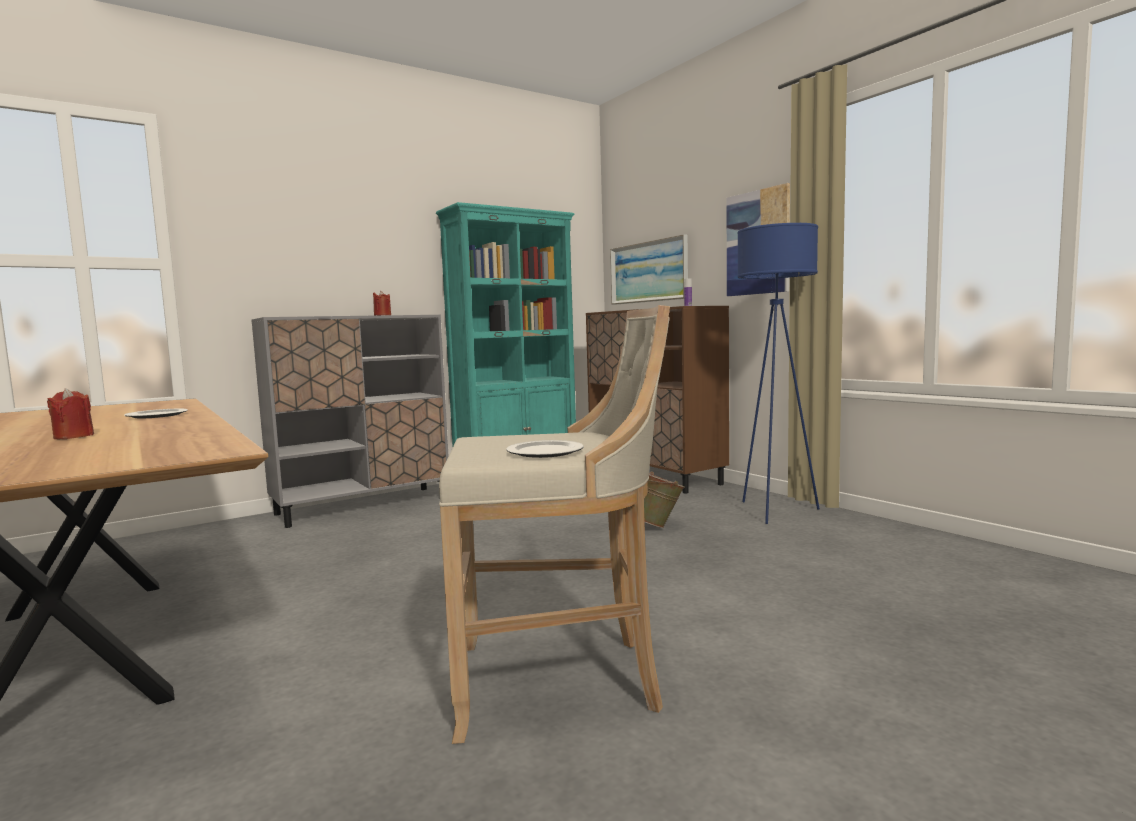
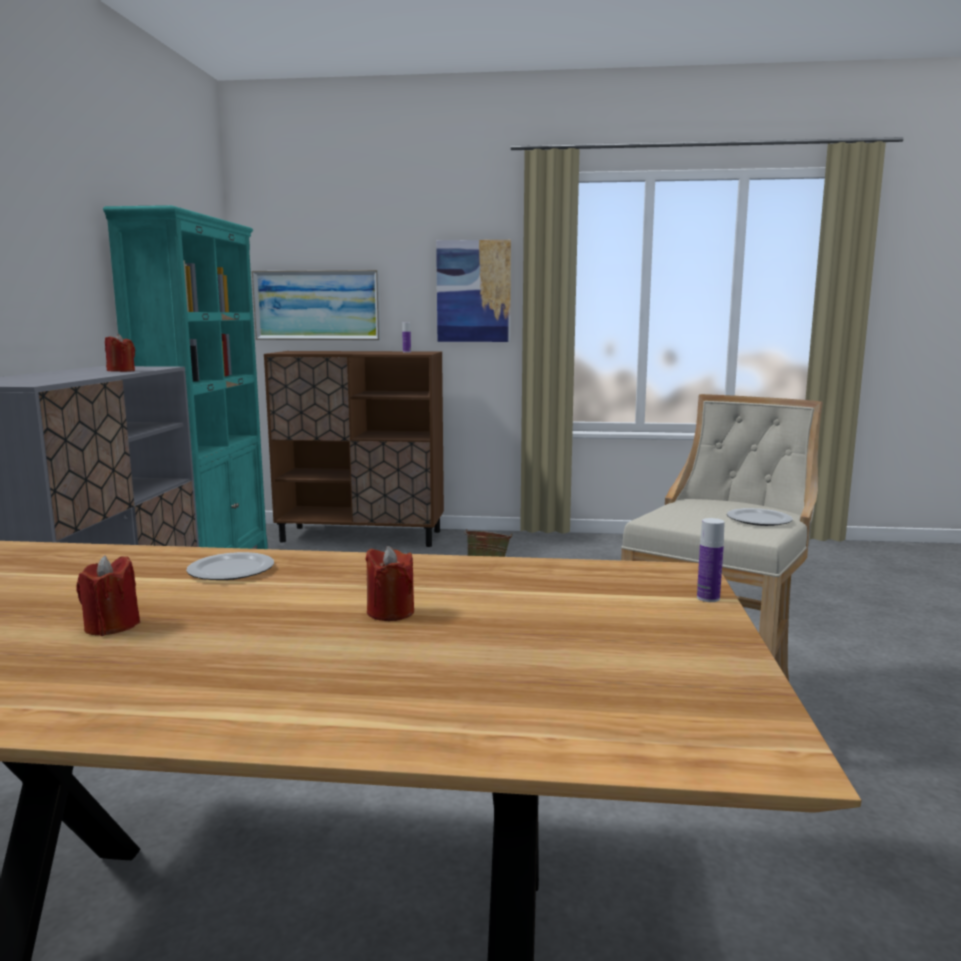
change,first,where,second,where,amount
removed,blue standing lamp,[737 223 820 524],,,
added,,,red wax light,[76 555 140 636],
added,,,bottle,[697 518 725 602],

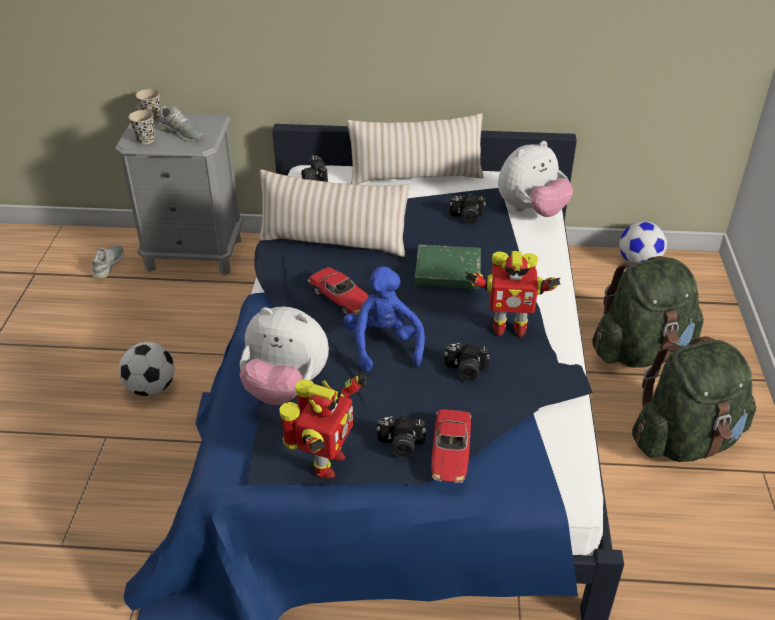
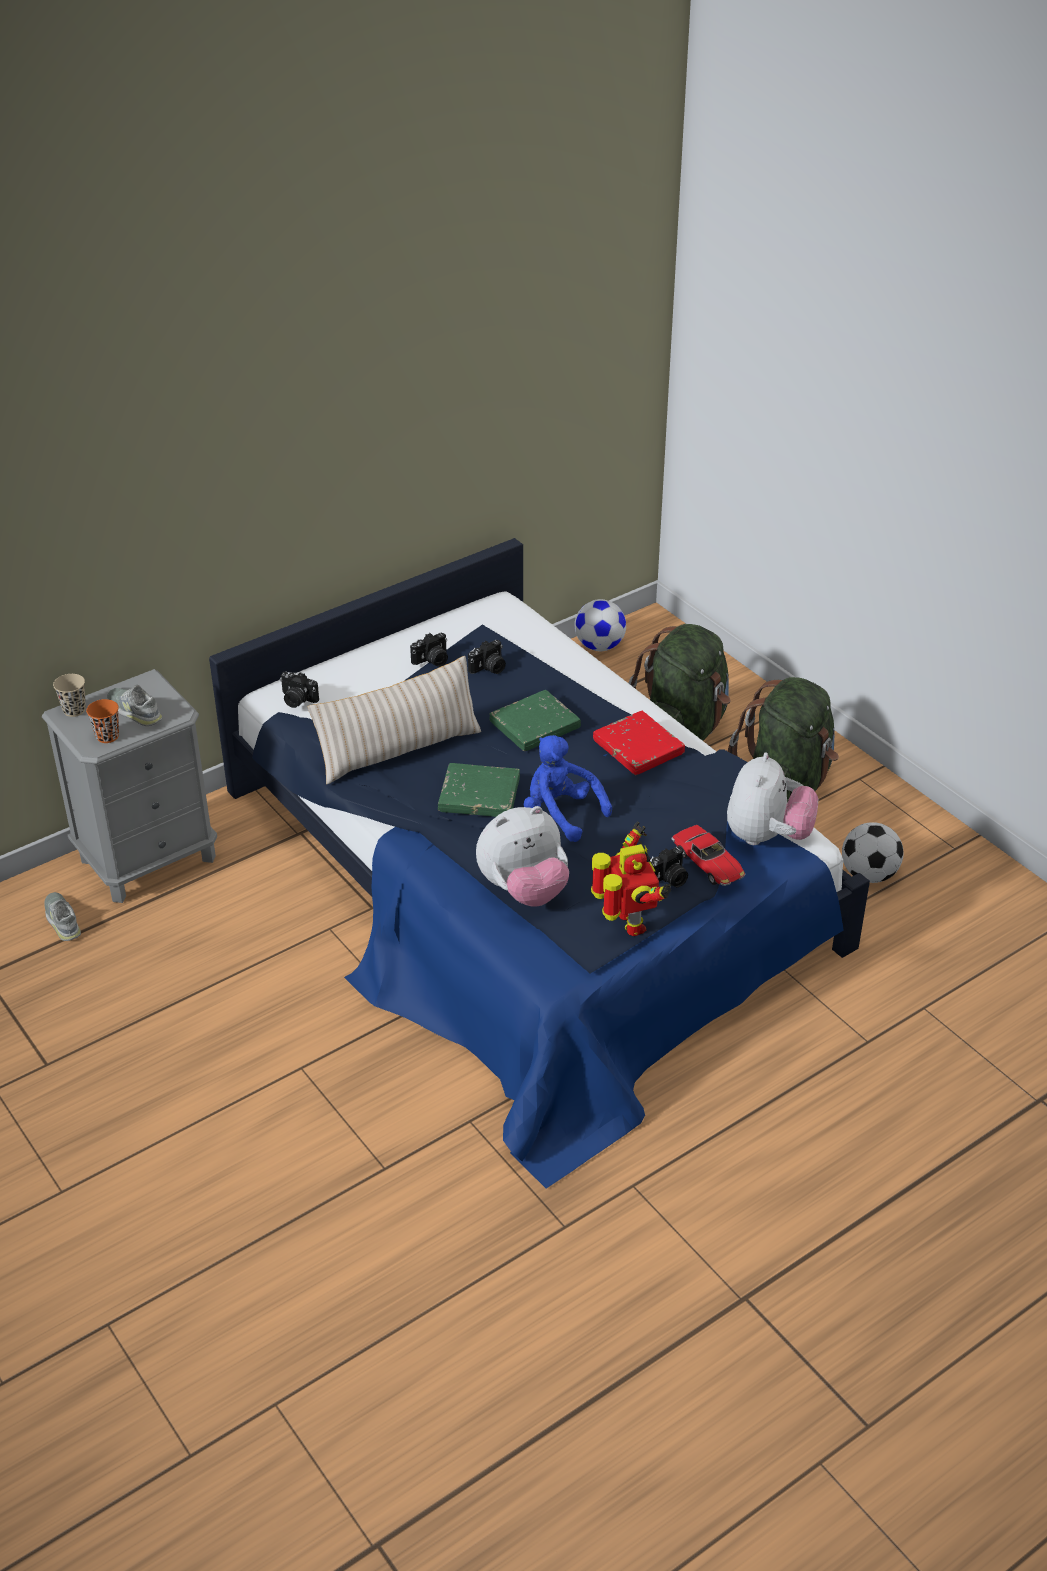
change,first,where,second,where,amount
removed,sand-coloured pillow,[347 113 484 184],,,
moved,football ball,[119 342 175 396],,[842 822 903 883],
moved,still camera,[444 342 490 381],,[410 633 448 667],
moved,soft toy,[498 141 573 217],,[727 752 818 845],
replaced,toy car,[308 267 369 315],greenish volume,[438 763 520 817],
replaced,toy robot,[465 251 561 337],red volume,[593 711 685 776],
recoloured,sand-coloured cup,[128 110 155 145],orange-coloured cup,[86 699 119 743],
turned,greyish shoe,[159 106 203 141],,[107 685 162 726],135 degrees counterclockwise

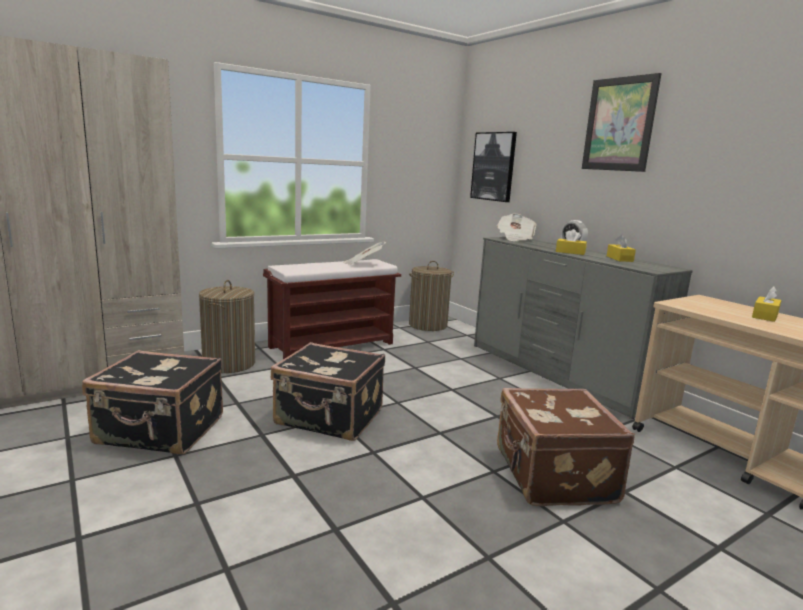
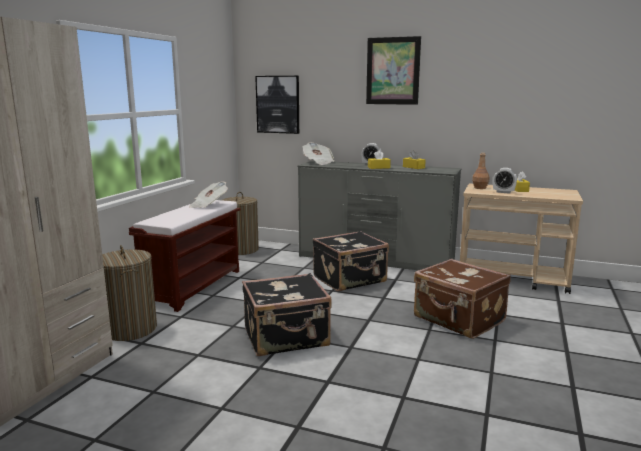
change,first,where,second,where,amount
added,,,brown bottle,[472 153 489 189],
added,,,bedside clock,[493 168 517 194],
moved,blackish piece of luggage,[82 350 223 454],,[313 231 389 291],

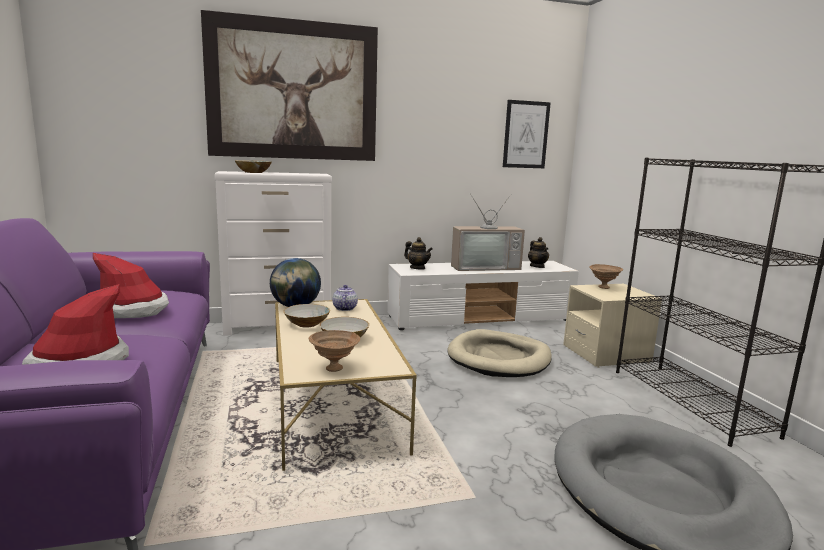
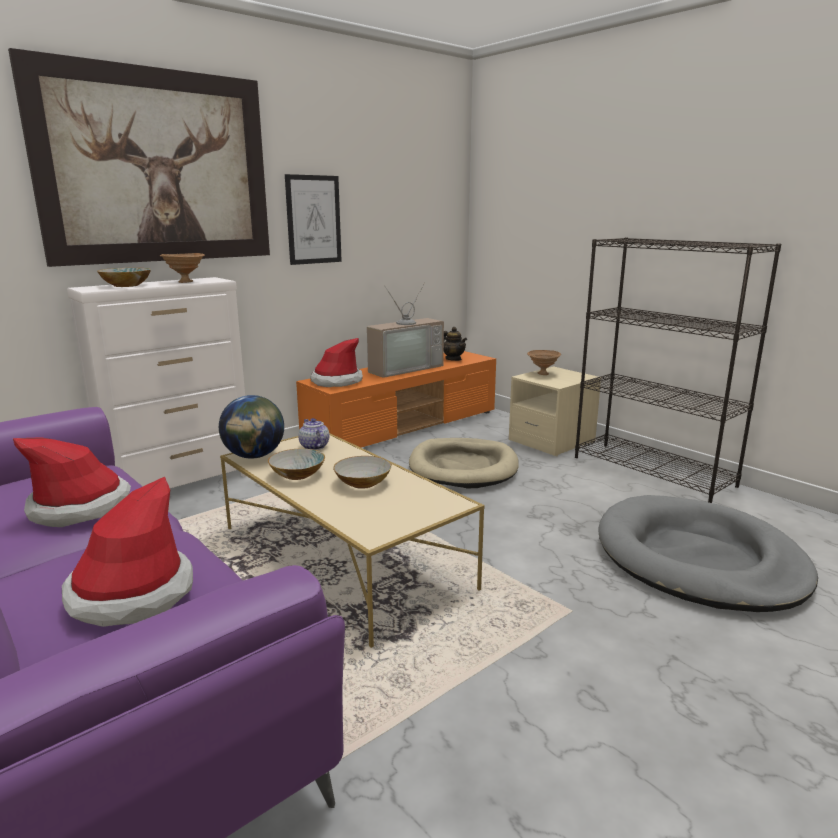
change,first,where,second,where,amount
moved,brown deep dish,[309 330 360 372],,[160 253 205 283],
moved,wall picture,[503 100 551 168],,[285 174 342 265],
replaced,pot for tea,[404 237 433 270],clothing hat,[311 338 363 387],
recoloured,white tv unit,[387 261 579 330],orange-coloured tv unit,[296 351 496 448],

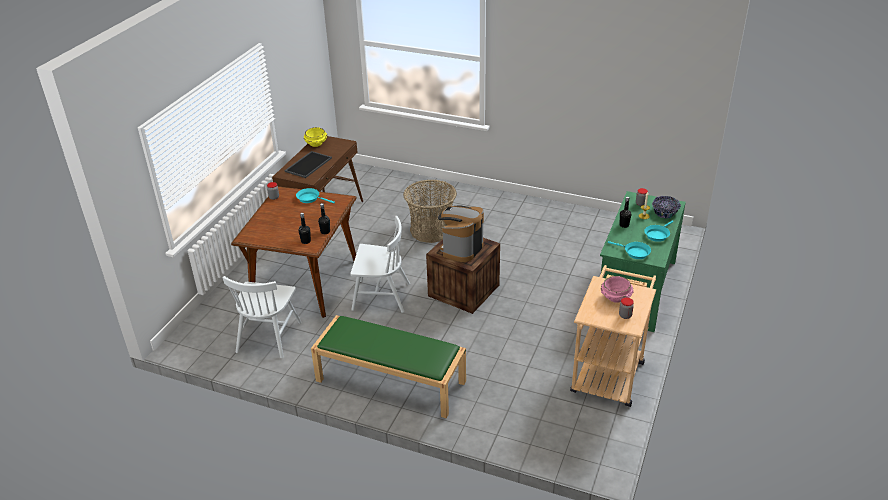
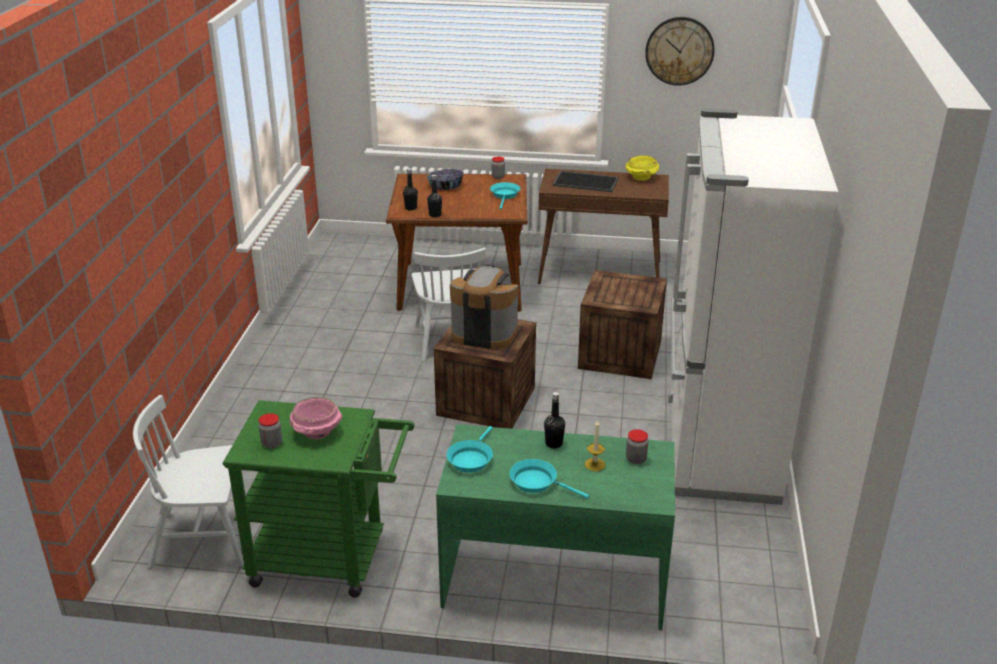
change,first,where,second,where,amount
removed,greenish bench,[311 315 466 418],,,
added,,,clock on the wall,[645 17 715 85],
added,,,white fridge,[668 108 838 505],
moved,white plain chair,[223 276 302 358],,[133 395 247 569],
moved,deep dish,[652 196 681 219],,[426 169 464 190],
replaced,household basket,[403 180 457 243],shipping crate,[578 270 667 379],
recoloured,sand-coloured wheeled cart,[570 265 656 407],greenish wheeled cart,[223 400 415 598],

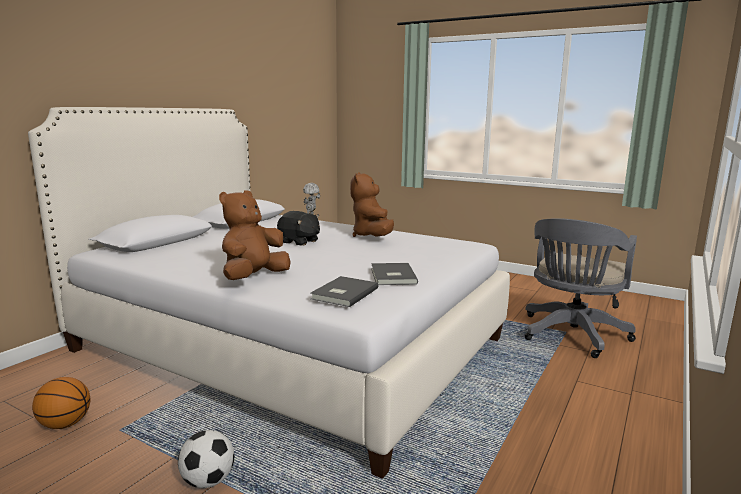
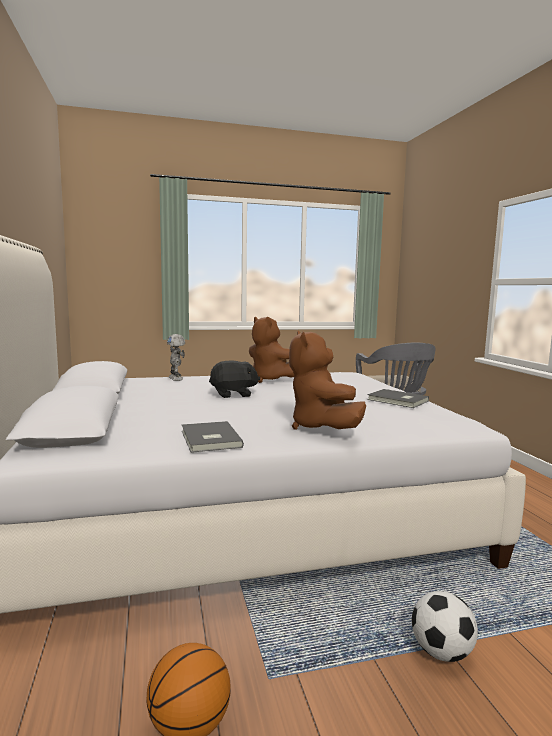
change,first,where,second,where,amount
moved,greyish volume,[310 276 378 307],,[182 421 244 453],

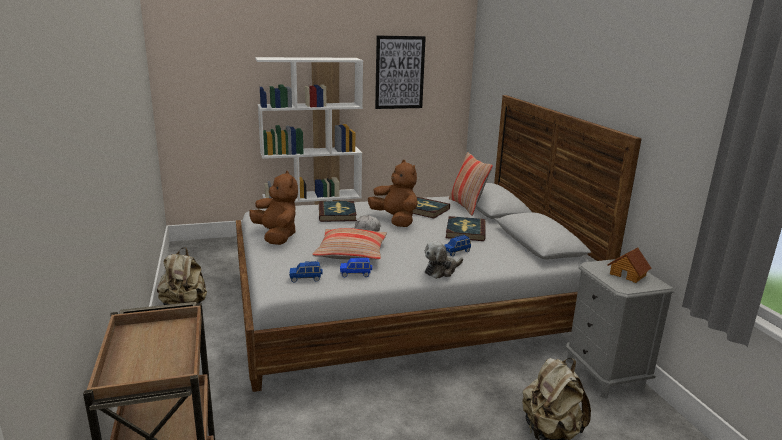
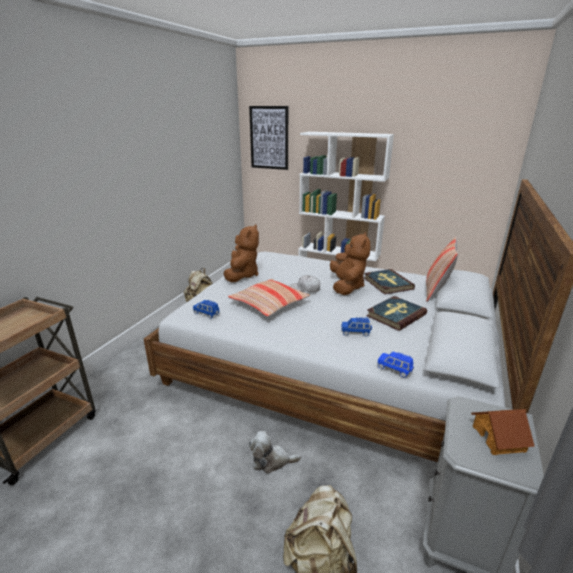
change,first,where,second,where,amount
removed,volume,[319 201 357 222],,,
moved,blue toy car,[340 257 372 277],,[377 352 414 378],
moved,wall picture,[375 36 426 109],,[249 106 288 170],
moved,soft toy,[425 241 463 279],,[249 431 301 474],

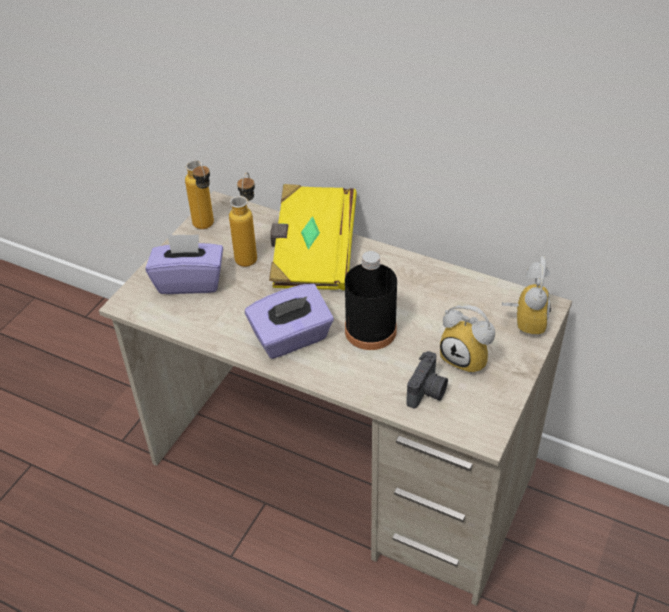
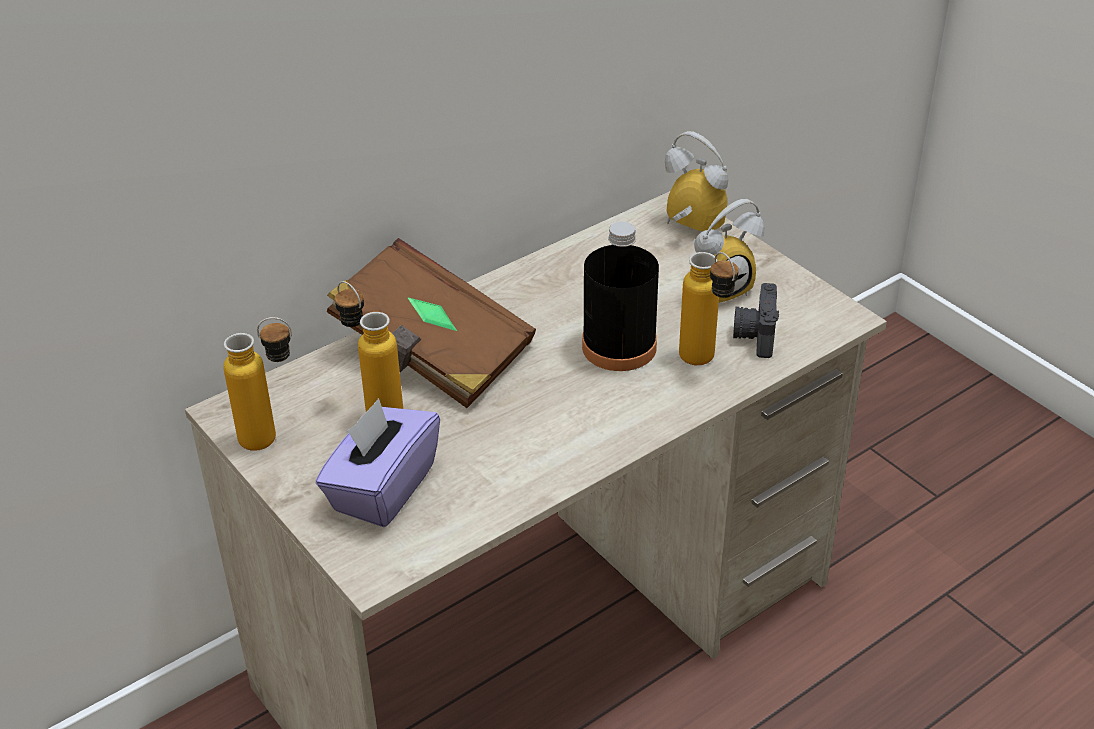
change,first,where,second,where,amount
removed,purplish tissue holder,[245 284 334 359],,,
added,,,bottle,[679 252 739 365],
recoloured,yellow-coloured volume,[269 184 357 290],brown volume,[327 238 536 408],
turned,still camera,[406 351 448 409],,[733 283 779 358],135 degrees counterclockwise

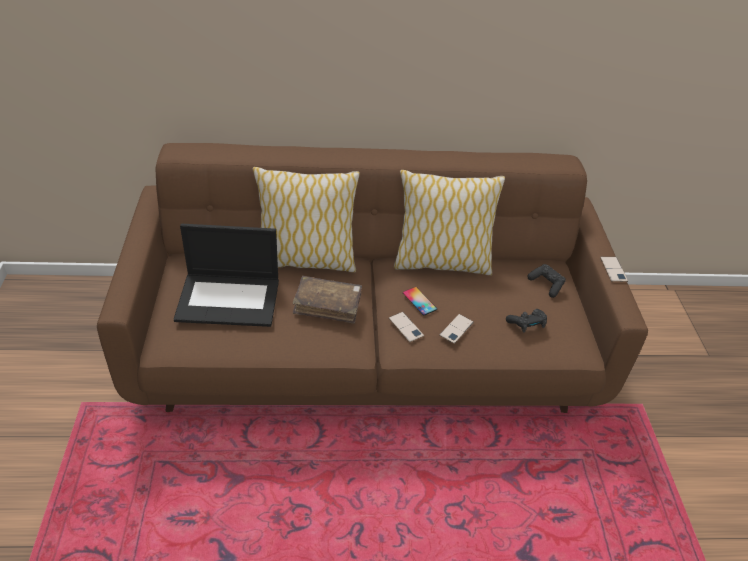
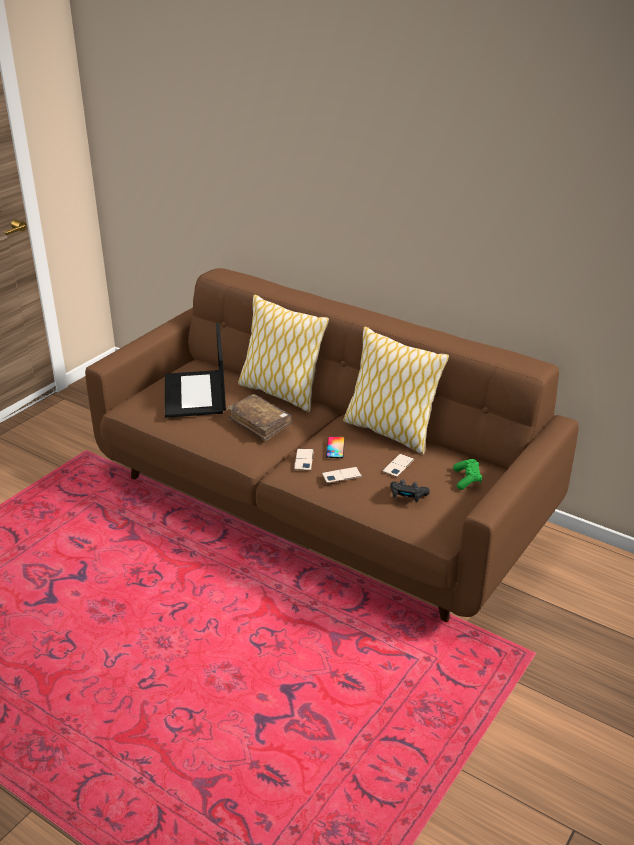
change,first,where,second,where,amount
moved,phone,[600 257 628 282],,[382 454 414 477],
recoloured,blackish game controller,[527 264 566 298],greenish game controller,[453 459 482 490],
turned,notebook computer,[174 224 279 327],,[165 323 226 418],45 degrees clockwise

